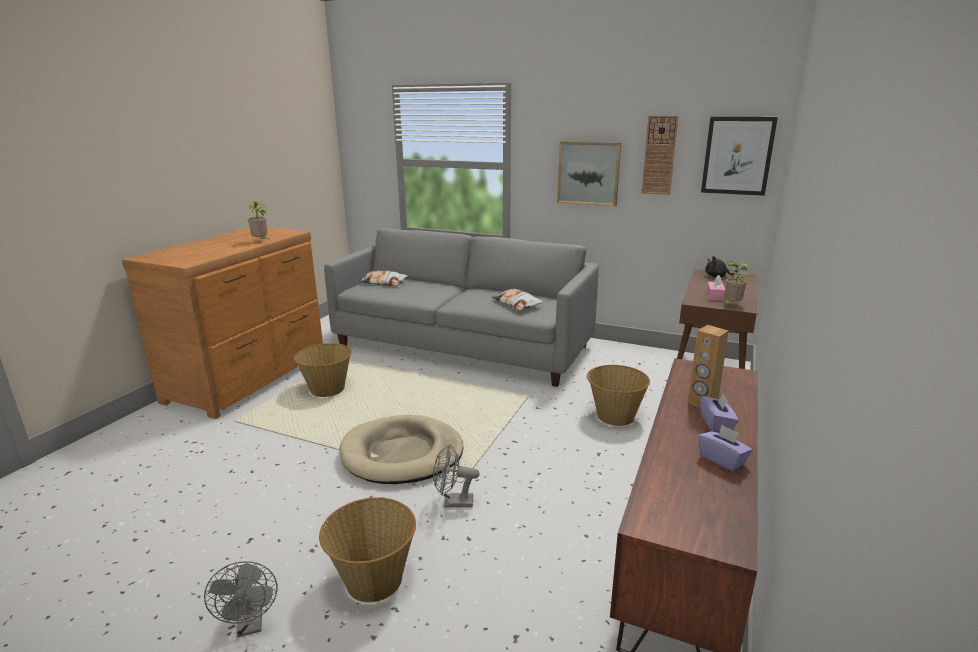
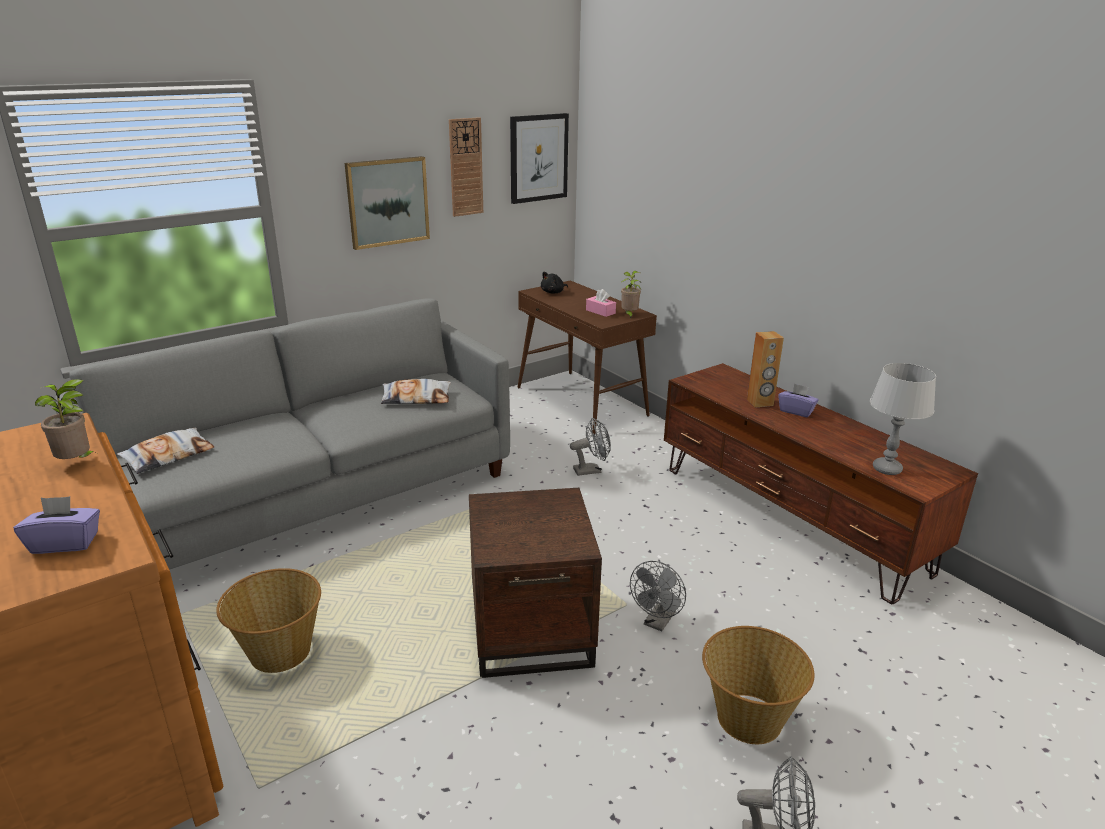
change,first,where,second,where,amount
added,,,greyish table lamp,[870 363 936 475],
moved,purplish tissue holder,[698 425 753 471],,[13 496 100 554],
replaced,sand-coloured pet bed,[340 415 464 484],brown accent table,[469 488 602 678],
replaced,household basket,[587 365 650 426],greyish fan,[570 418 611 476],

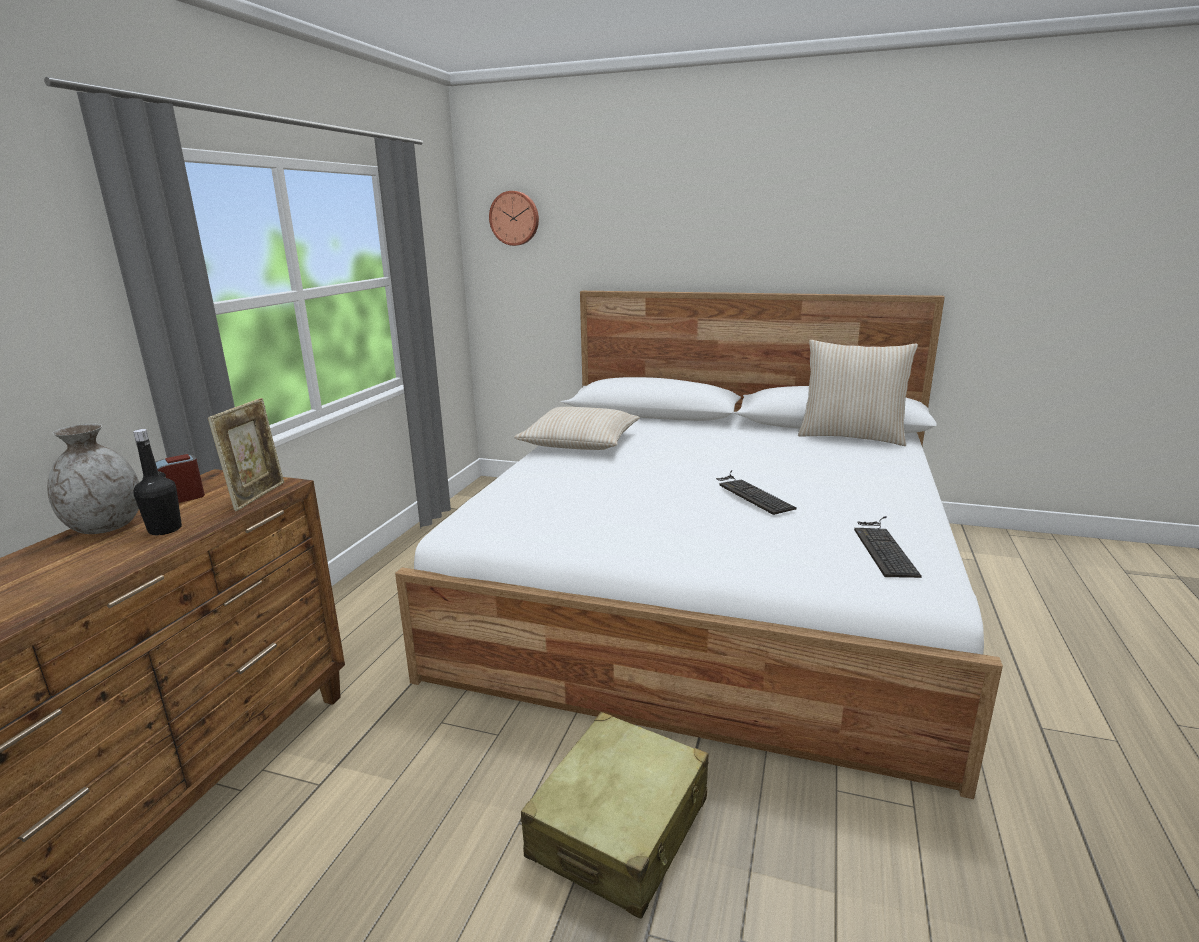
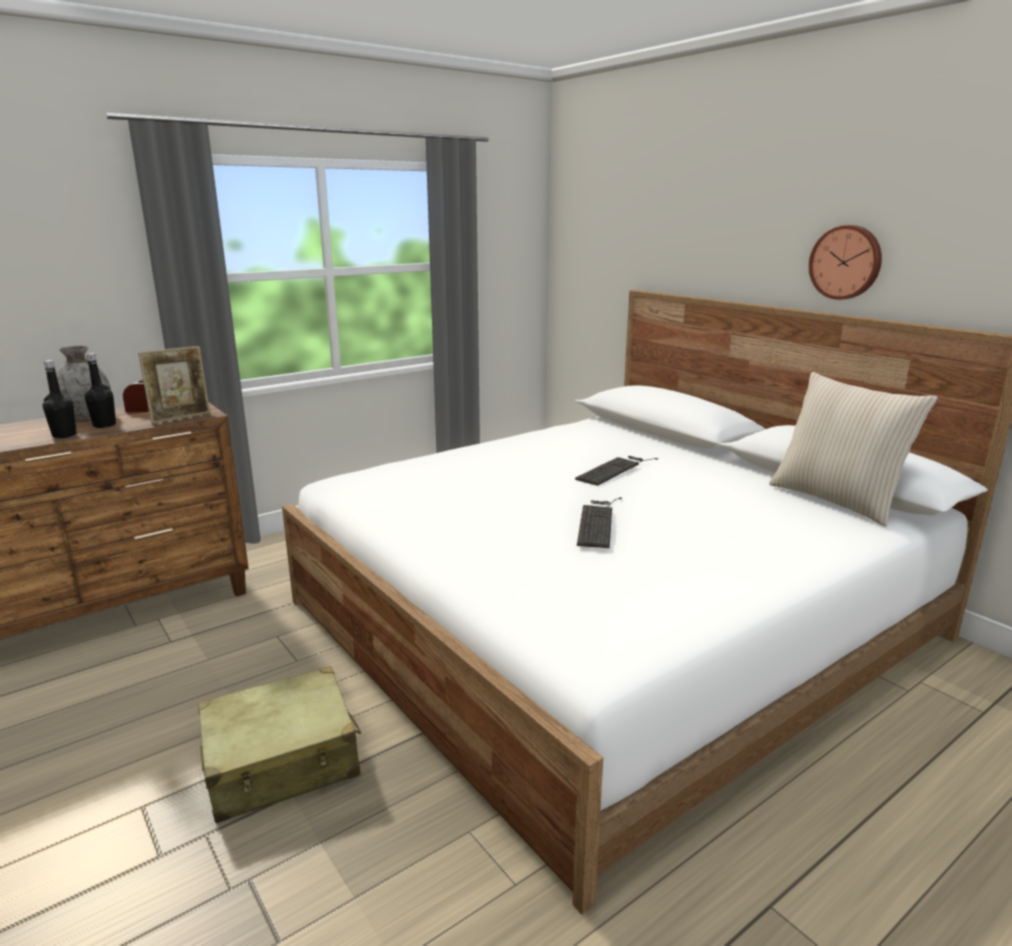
change,first,where,second,where,amount
removed,sand-coloured pillow,[514 407 640 450],,,
added,,,blackish bottle,[43 360 77 438],
moved,clock on the wall,[489 191 539 246],,[809 225 882 300],
moved,computer keyboard,[854 516 922 578],,[575 456 658 486],

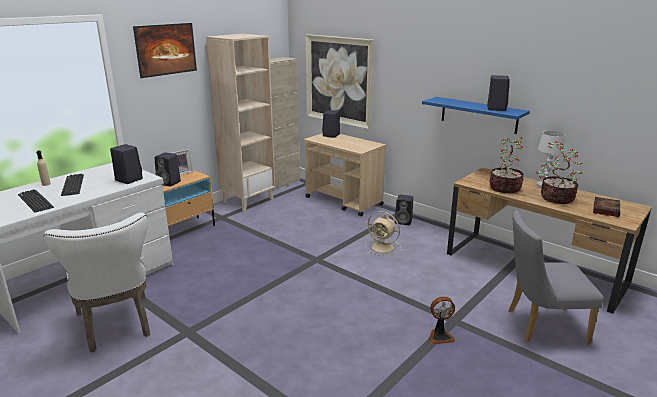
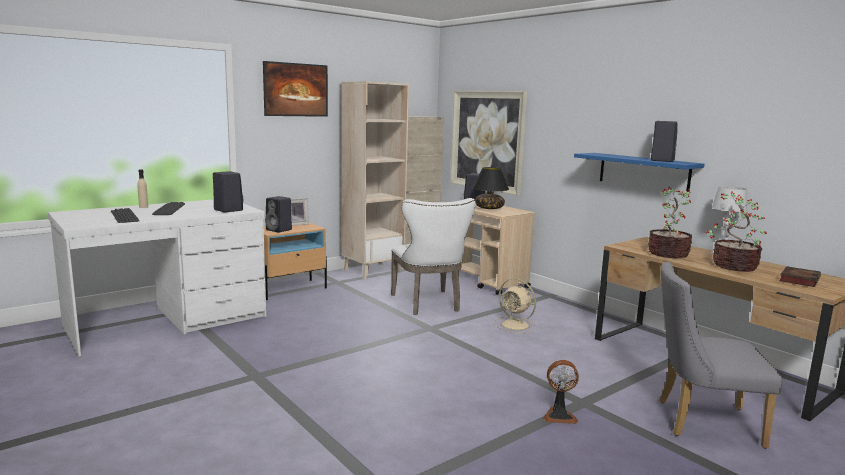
change,first,where,second,where,amount
removed,blackish audio speaker,[395 195 413 225],,,
added,,,blackish table lamp,[472 167 509 209],
moved,white plain chair,[44 213 150 352],,[391 198 476 315],

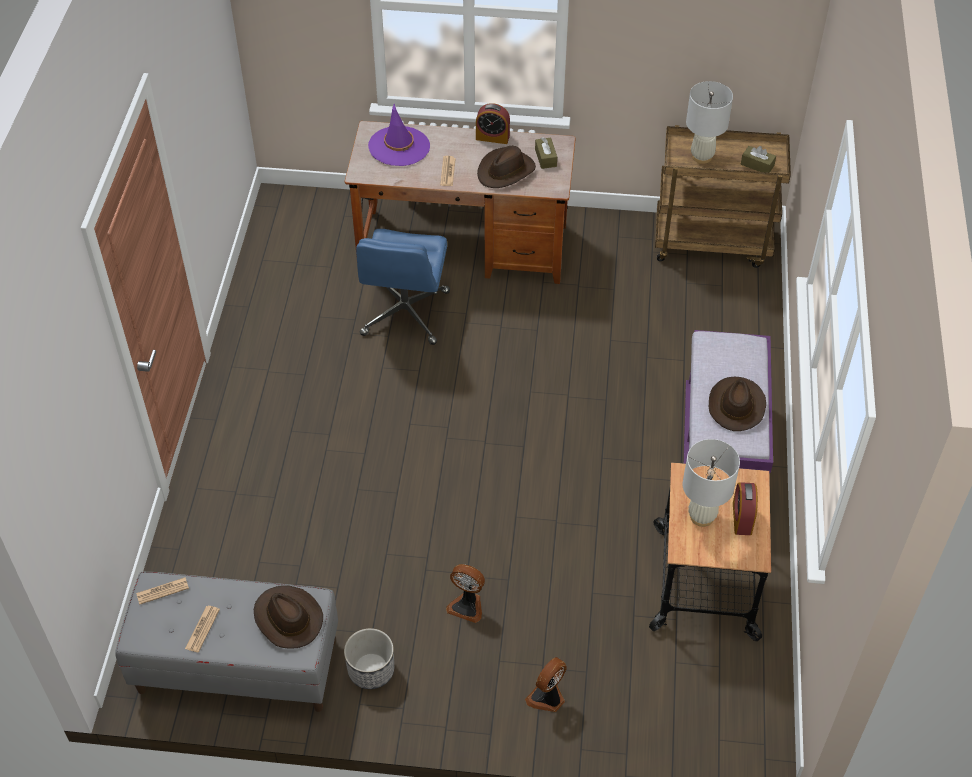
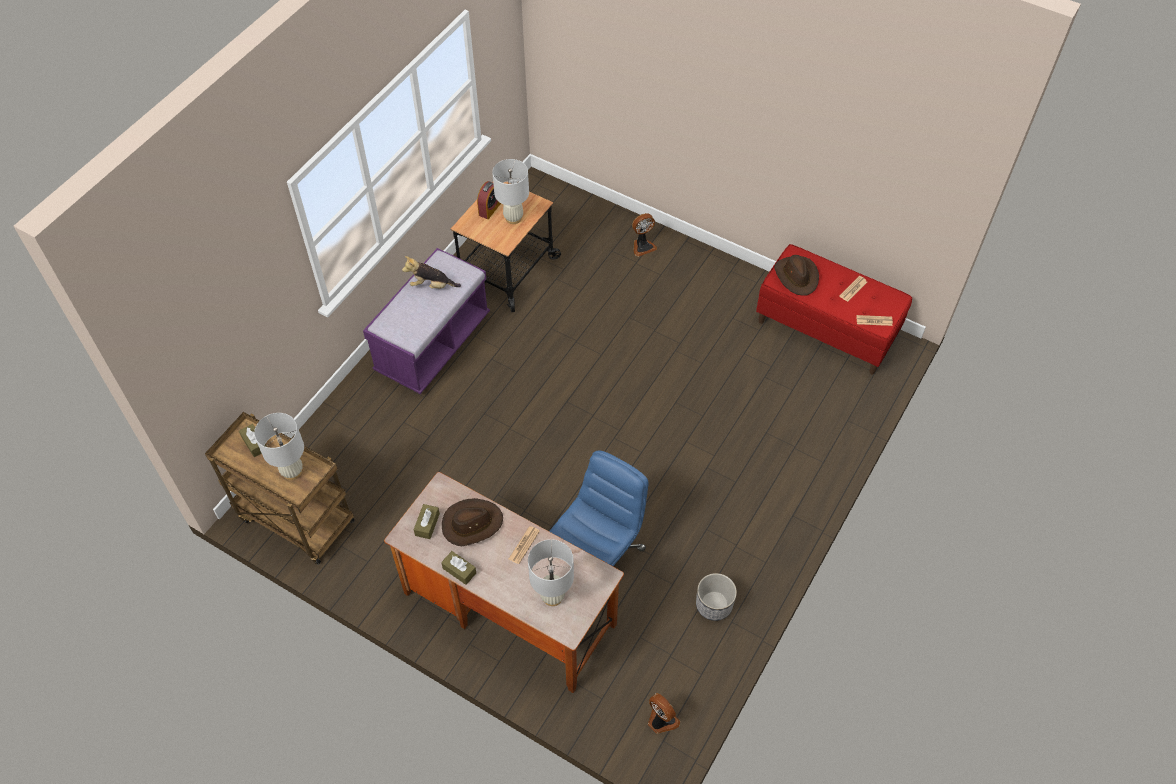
change,first,where,second,where,amount
moved,flower pot,[344 628 394 689],,[696 573 737 621],
moved,fan,[446 564 485 623],,[648 693 680 734],
replaced,purplish clothing hat,[368 104 430 166],white table lamp,[528 539 574 606],
replaced,bedside clock,[476 103 510 144],brown tissue holder,[441 551 476 585],
replaced,brown clothing hat,[709 377 766 431],soft toy,[402 256 461 288],
recoloured,greyish bench,[115 572 338 712],red bench,[756 244 912 375],

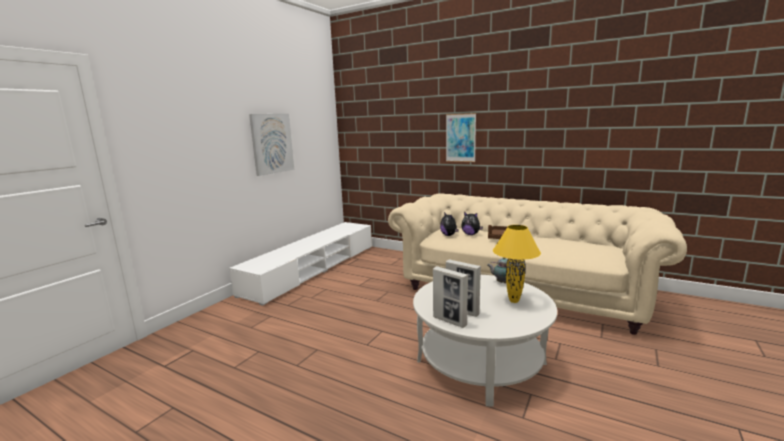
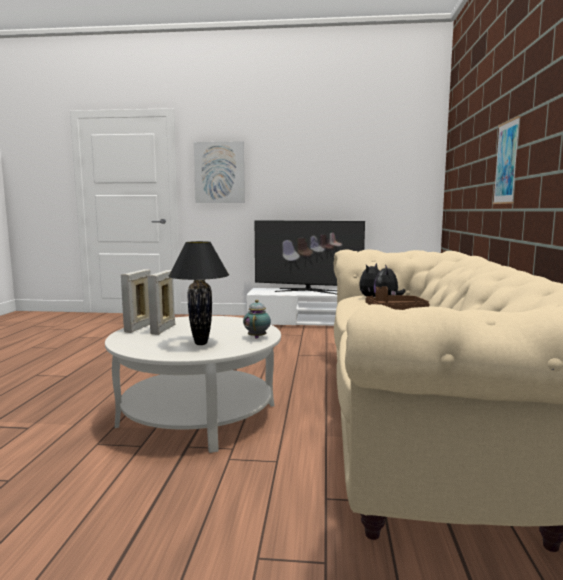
change,first,where,second,where,amount
added,,,TV set,[255 220 365 295],
moved,wall picture,[249 114 294 176],,[194 141 245 203],
recoloured,yellow-coloured table lamp,[493 225 541 303],blackish table lamp,[168 241 229 345],

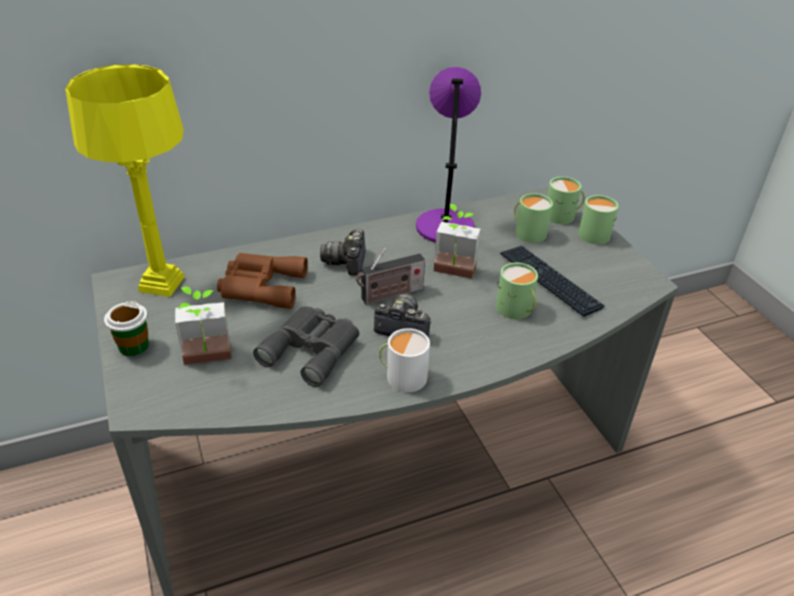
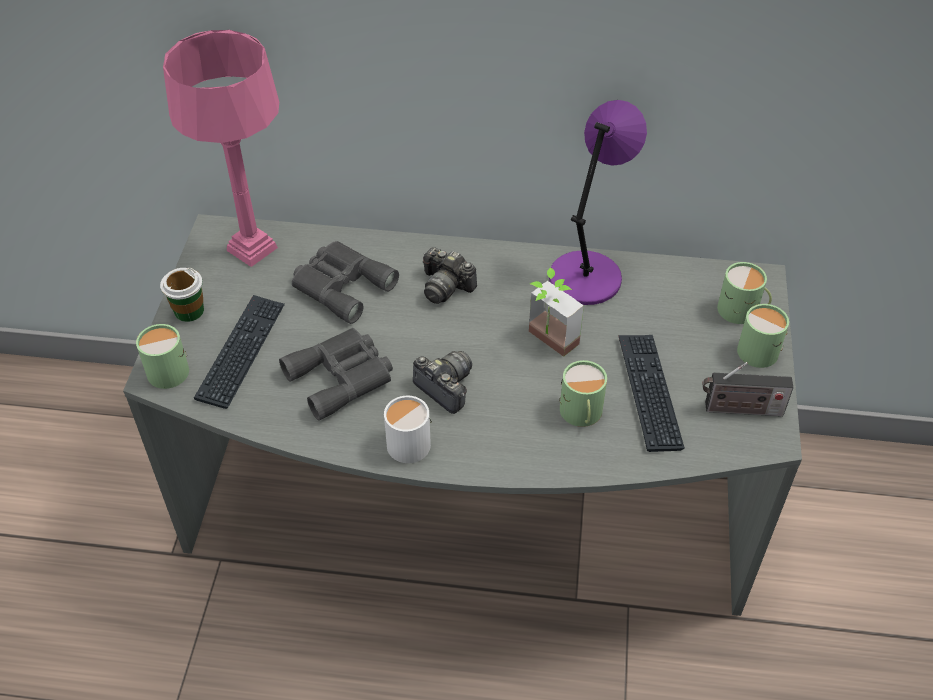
change,first,where,second,where,amount
moved,radio,[356 248 425 305],,[702 362 793 416],
moved,greenish tea mug,[514 193 553 243],,[136 324 189 389],
replaced,plant in a pot,[175 286 232 365],computer keyboard,[194 295 285 409],
recoloured,yellow-coloured table lamp,[65 64 185 297],pink table lamp,[163 30 279 267],
recoloured,brown binoculars,[217 253 308 309],greyish binoculars,[292 241 399 324],
turned,still camera,[320 229 366 276],,[423 247 477 304],90 degrees counterclockwise

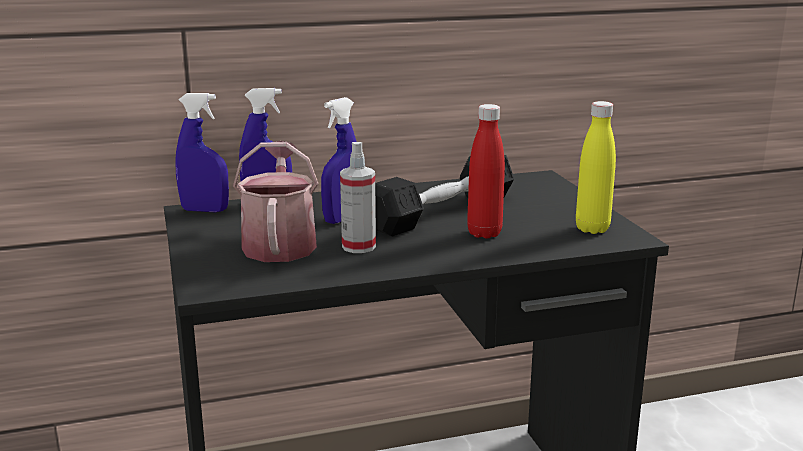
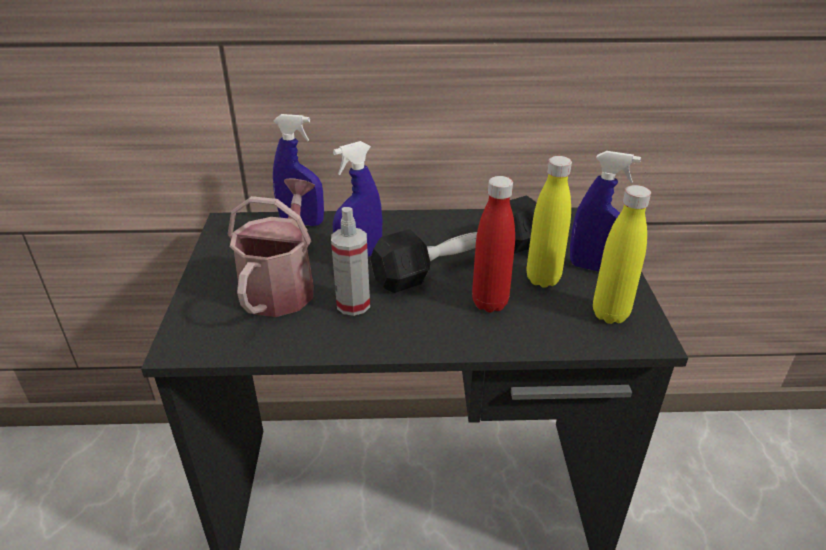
change,first,where,second,where,amount
added,,,yellow-coloured bottle,[527 156 572 288],
moved,blue hand sprayer,[175 93 229 212],,[570 151 641 271],

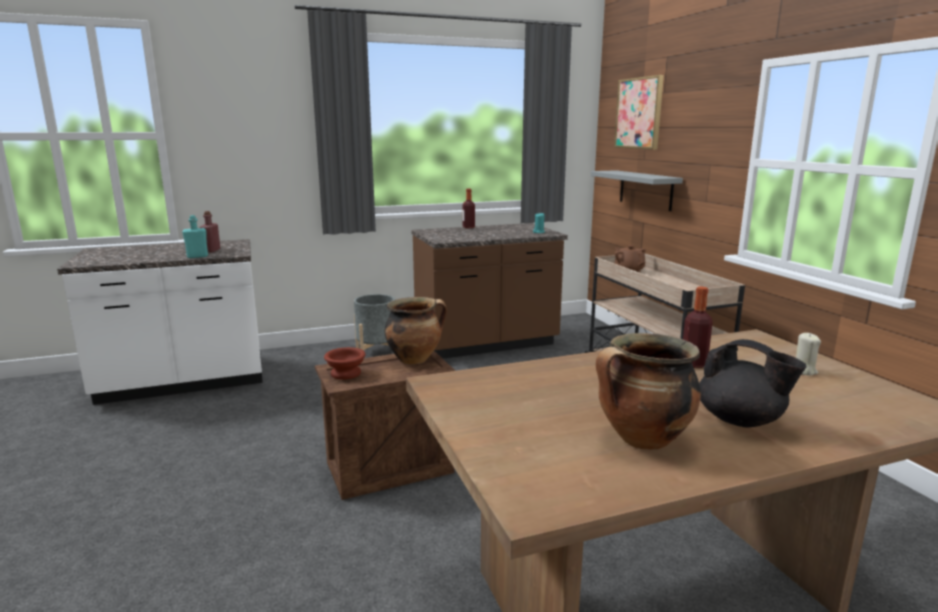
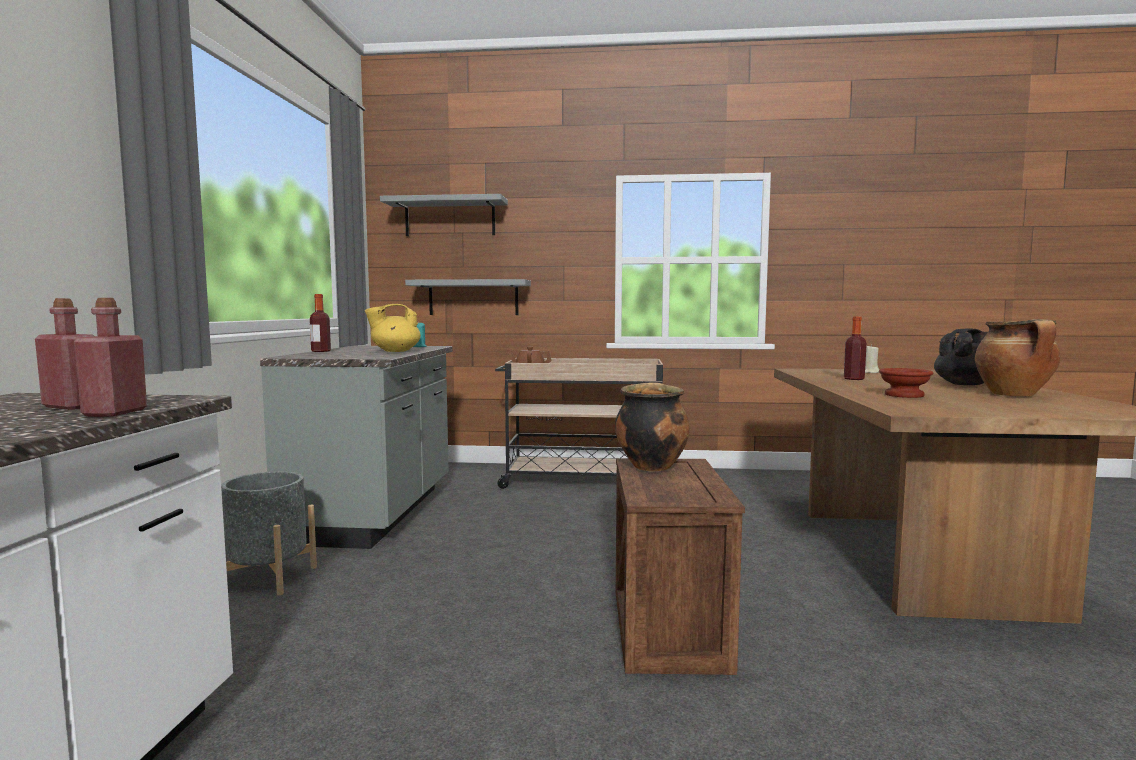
change,first,where,second,where,amount
added,,,yellow-coloured pot for tea,[365 304 421 352],
moved,brown deep dish,[324 347 366 380],,[879 368 933 398],
replaced,wall picture,[614 75 664 150],greyish bracket shelf,[380 194 508 236],
recoloured,turquoise-coloured bottle,[182 215 208 258],red bottle,[74 298 147 417],
recoloured,brown kitchen counter,[411 223 568 359],greyish kitchen counter,[260 346 453 549],

